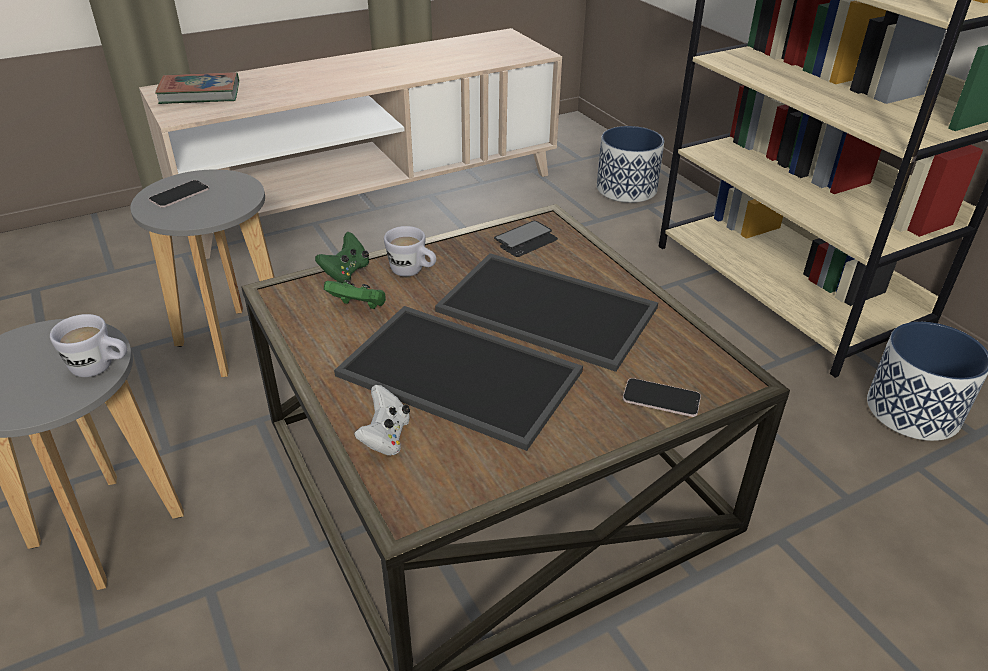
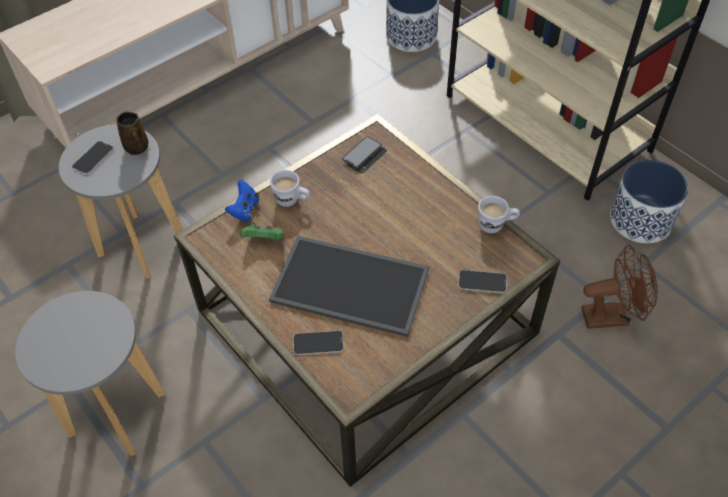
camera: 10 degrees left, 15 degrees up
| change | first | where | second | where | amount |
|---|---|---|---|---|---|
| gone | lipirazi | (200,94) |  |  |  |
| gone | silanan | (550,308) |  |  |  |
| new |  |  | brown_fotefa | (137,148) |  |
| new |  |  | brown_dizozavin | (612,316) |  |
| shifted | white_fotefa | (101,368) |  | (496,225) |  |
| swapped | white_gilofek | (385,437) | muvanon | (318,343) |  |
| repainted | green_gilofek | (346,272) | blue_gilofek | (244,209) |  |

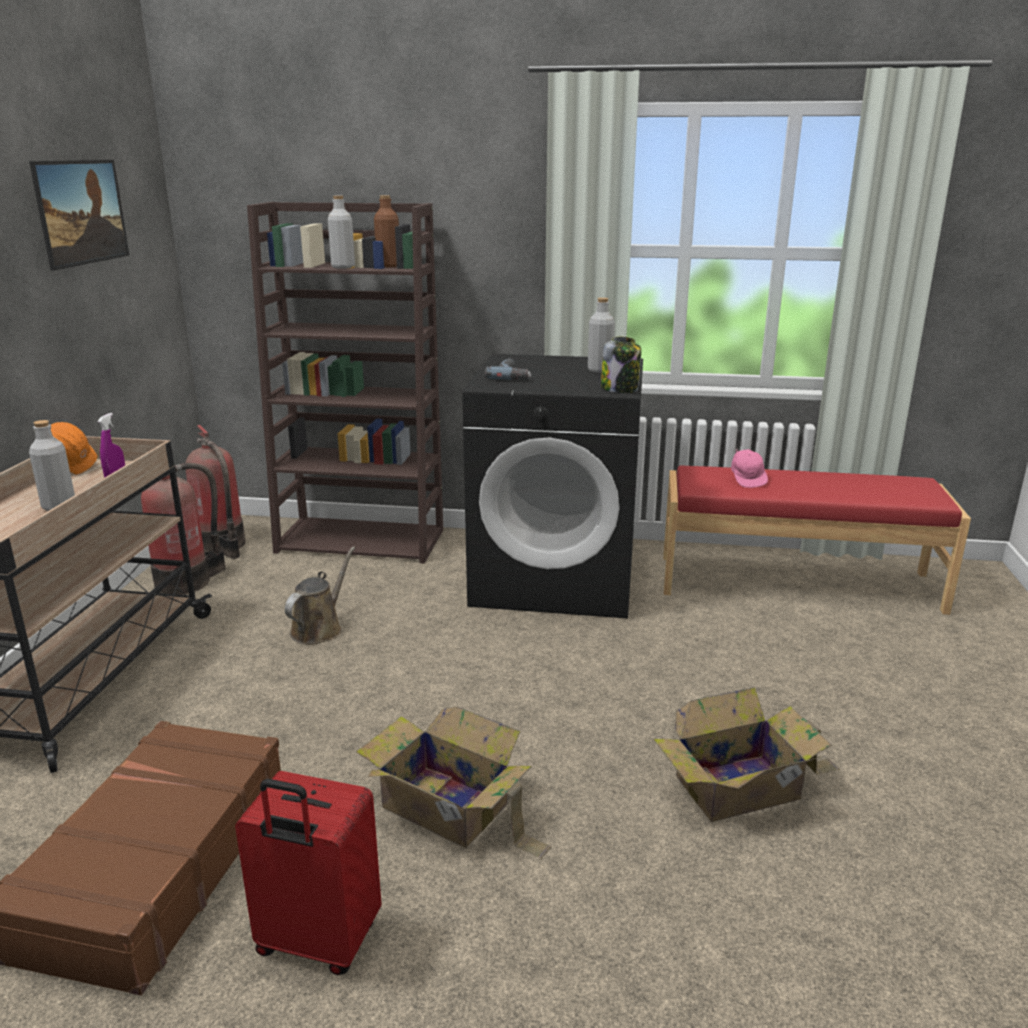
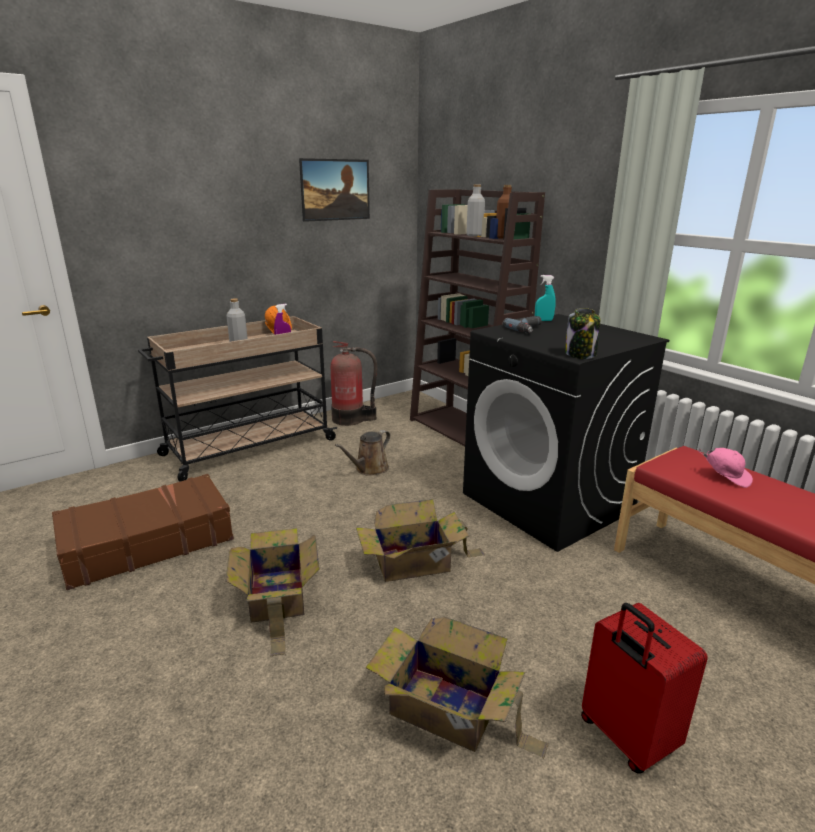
camera: 45 degrees right, 0 degrees up
| change | first | where | second | where | amount |
|---|---|---|---|---|---|
| gone | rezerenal | (222,546) |  |  |  |
| gone | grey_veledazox | (600,370) |  |  |  |
| new |  |  | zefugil | (416,563) |  |
| new |  |  | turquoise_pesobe | (543,320) |  |
| shifted | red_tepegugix | (317,942) |  | (625,737) |  |
| rotated | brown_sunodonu | (319,629) |  | (369,469) | 150 degrees clockwise |
| rotated | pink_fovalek | (747,480) |  | (726,477) | 90 degrees counterclockwise |

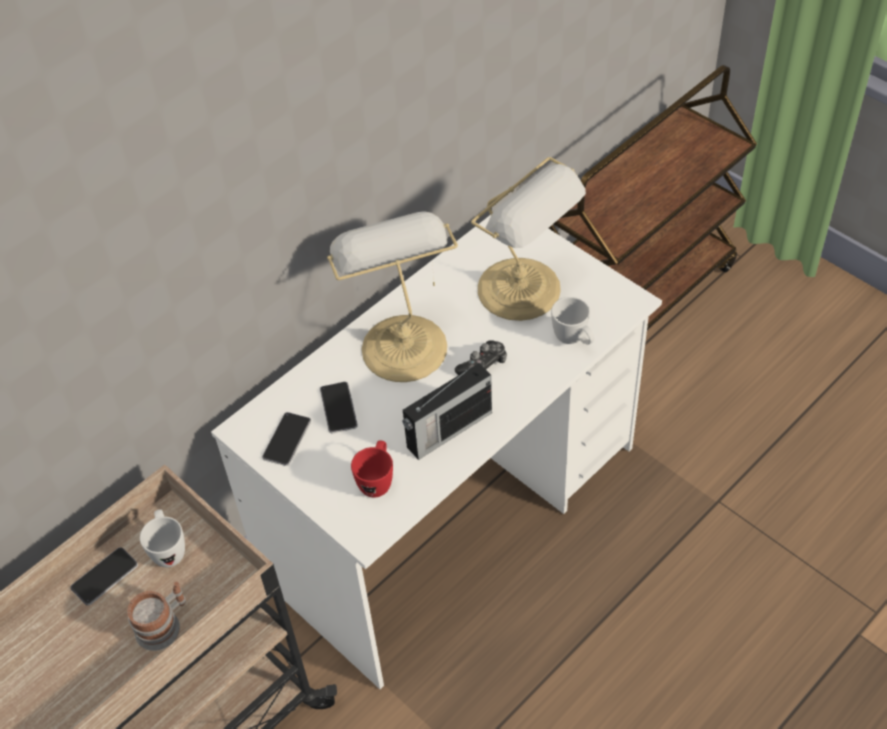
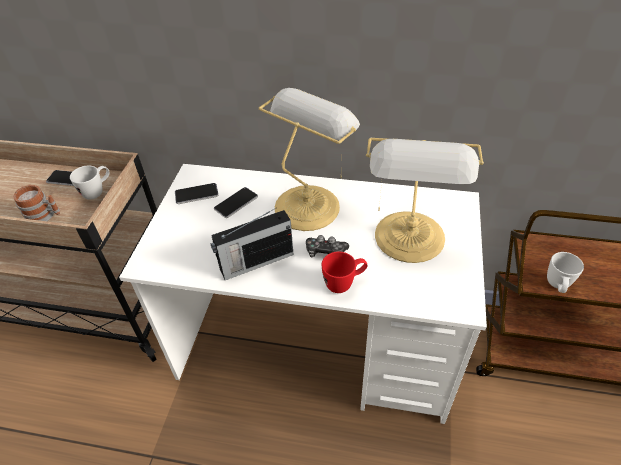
camera: 55 degrees right, 5 degrees down
| change | first | where | second | where | amount |
|---|---|---|---|---|---|
| shifted | red_fotefa | (377,480) |  | (344,283) |  |
| shifted | white_fotefa | (574,340) |  | (557,286) |  |
| rotated | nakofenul | (448,430) |  | (255,262) | 45 degrees counterclockwise |

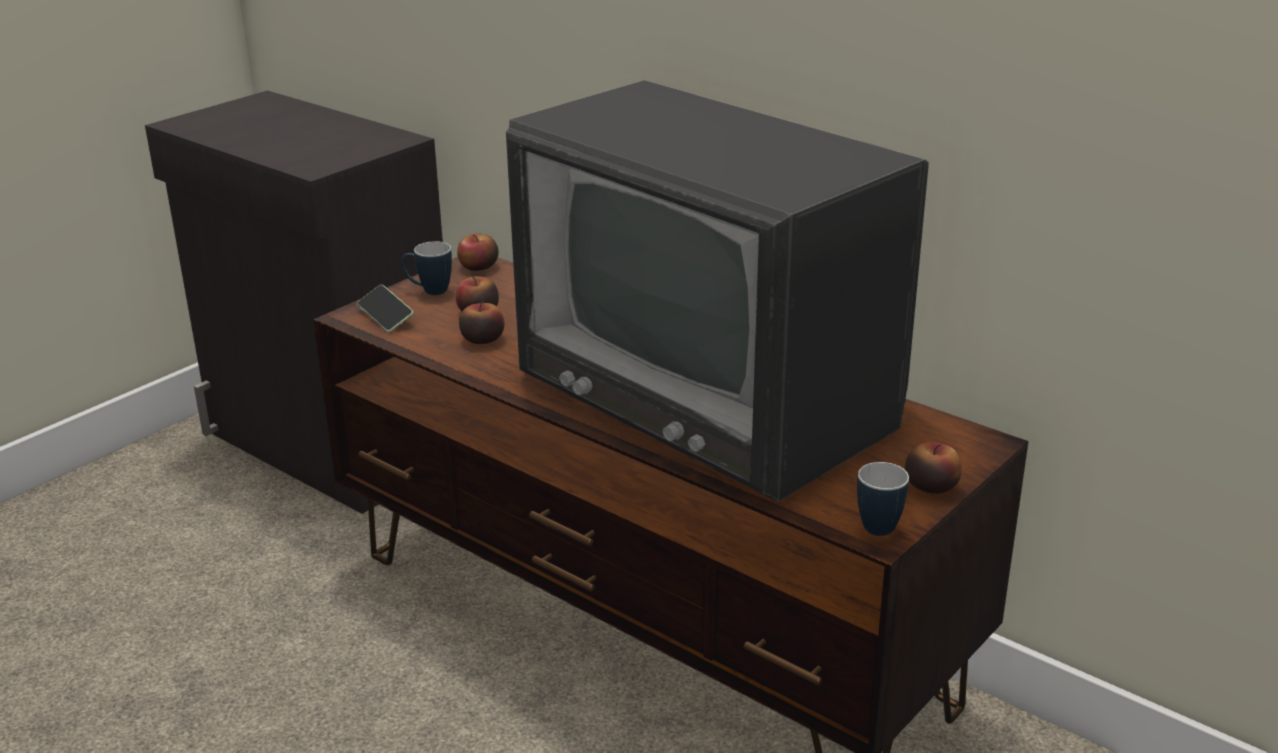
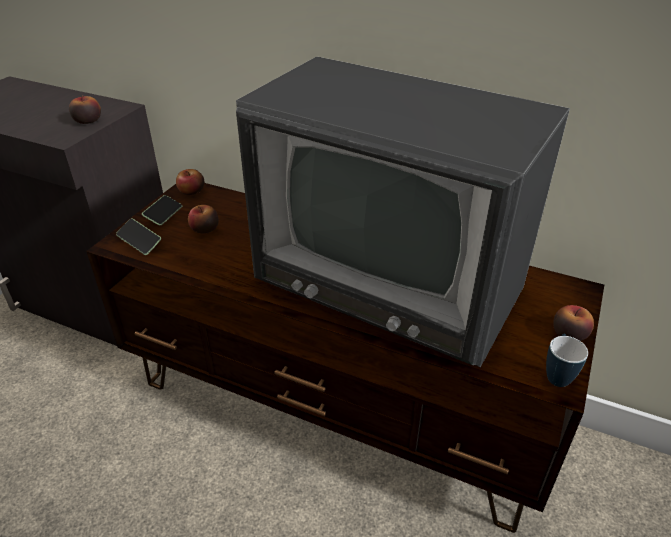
camera: 15 degrees left, 10 degrees up
| change | first | where | second | where | amount |
|---|---|---|---|---|---|
| shifted | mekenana | (482,339) |  | (87,121) |  |
| swapped | fotefa | (429,291) | muvanon | (163,215) |  |

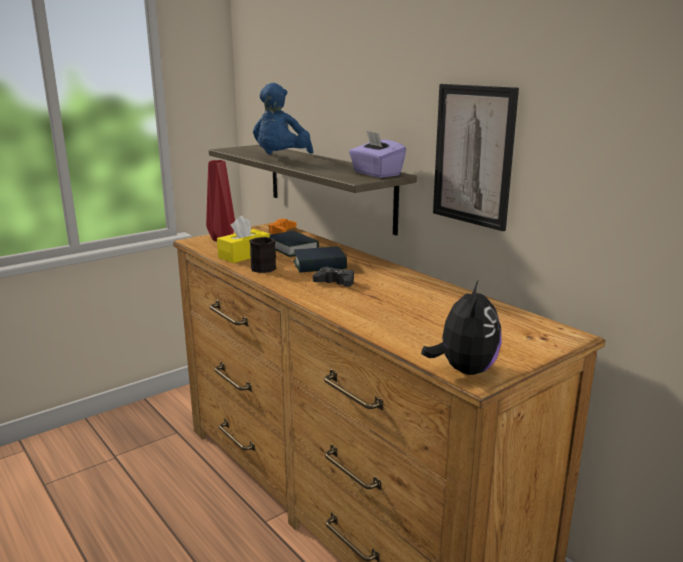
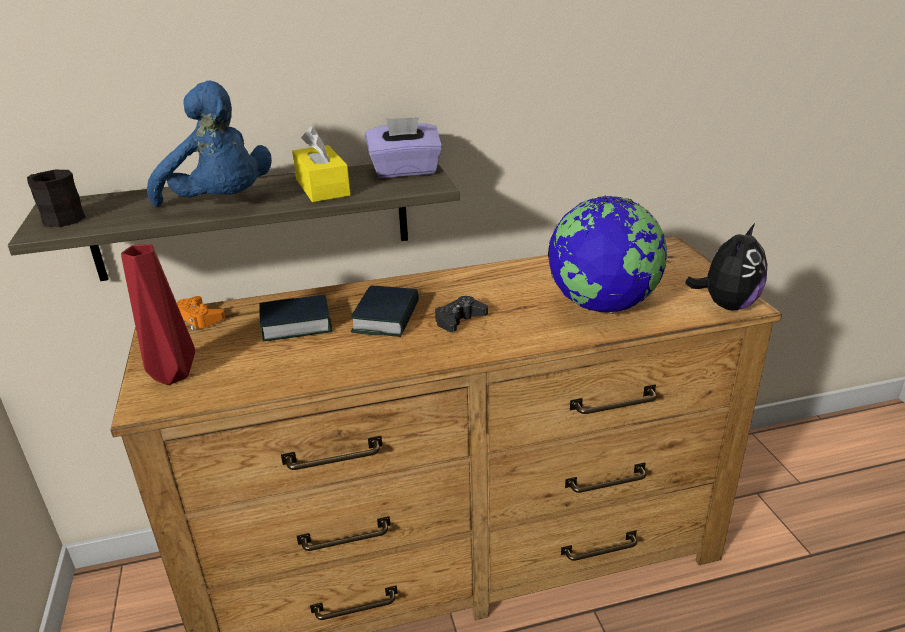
camera: 65 degrees left, 10 degrees up
| change | first | where | second | where | amount |
|---|---|---|---|---|---|
| gone | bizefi | (473,155) |  |  |  |
| new |  |  | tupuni | (603,305) |  |
| shifted | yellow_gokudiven | (244,255) |  | (322,188) |  |
| shifted | black_fotefa | (264,266) |  | (58,218) |  |
| rotated | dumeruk | (464,370) |  | (726,305) | 90 degrees clockwise |

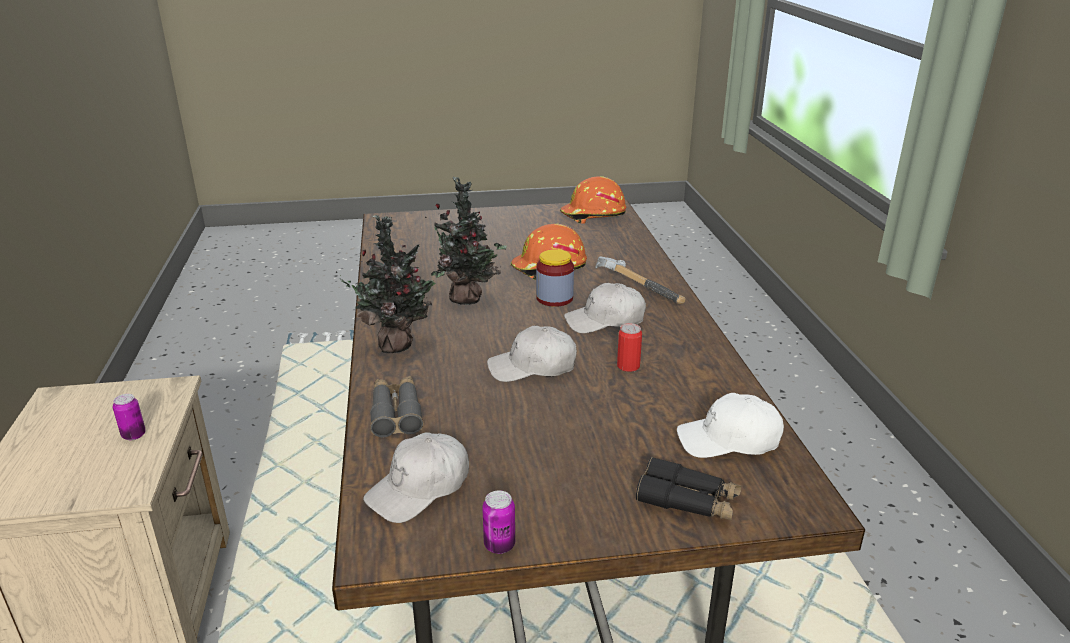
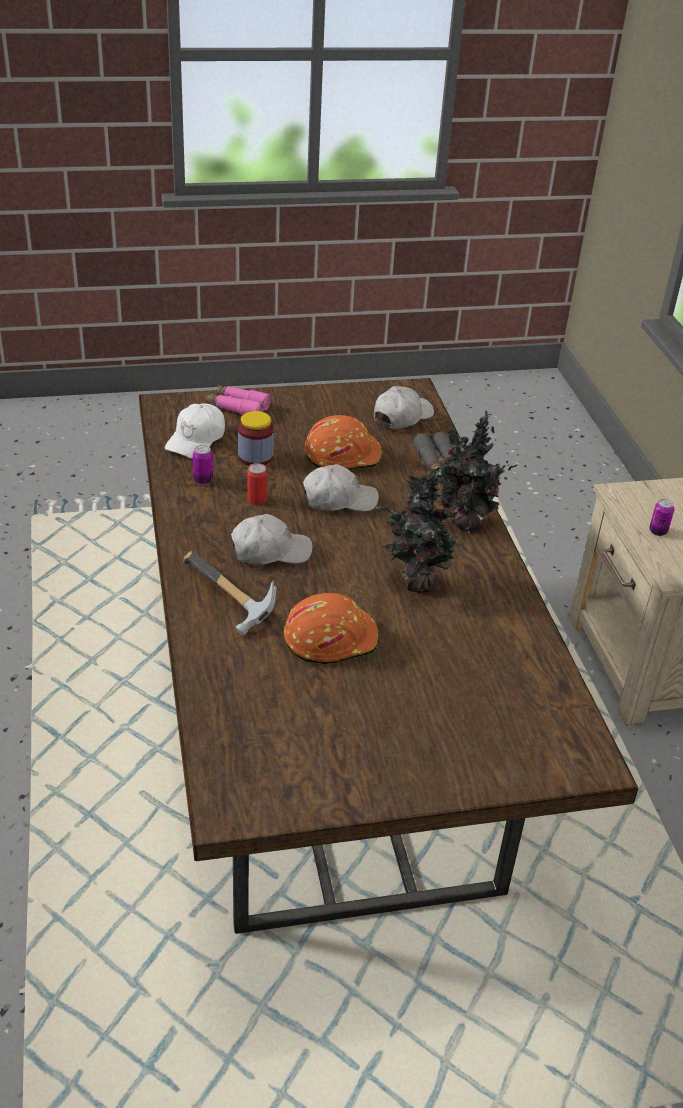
camera: 175 degrees right, 10 degrees up
| change | first | where | second | where | amount |
|---|---|---|---|---|---|
| shifted | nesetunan | (499,545) |  | (203,480) |  |
| shifted | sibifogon | (554,298) |  | (255,456) |  |
| shifted | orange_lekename | (593,215) |  | (342,454) |  |
| repainted | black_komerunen | (688,501) | pink_komerunen | (237,407) |  |
| rotated | white_fovalek | (729,440) |  | (196,440) | 120 degrees clockwise |

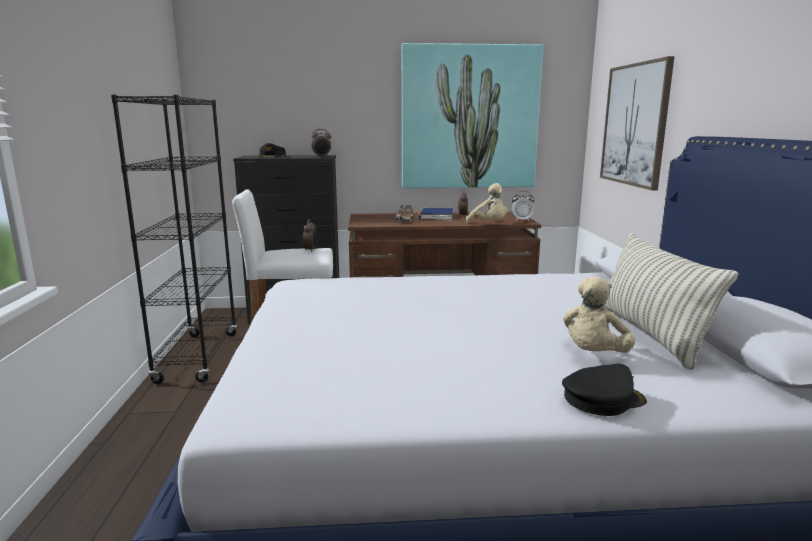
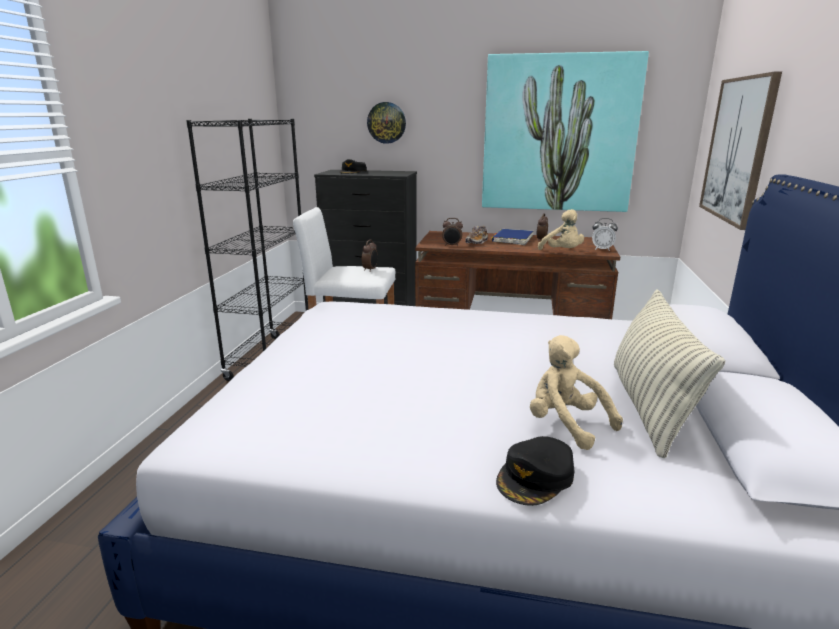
camera: 15 degrees right, 5 degrees up
| change | first | where | second | where | amount |
|---|---|---|---|---|---|
| new |  |  | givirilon | (386,123) |  |
| shifted | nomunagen | (321,156) |  | (452,246) |  |
| rotated | black_fovalek | (602,399) |  | (536,477) | 135 degrees clockwise |
| rotated | beige_dumeruk | (594,355) |  | (566,424) | 90 degrees clockwise |

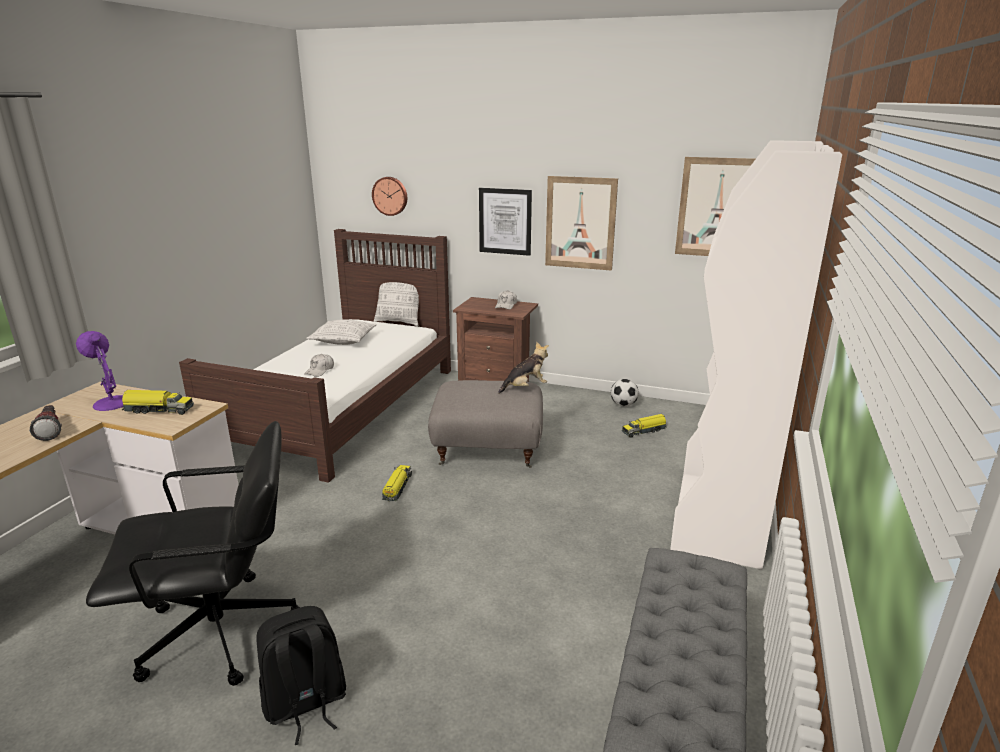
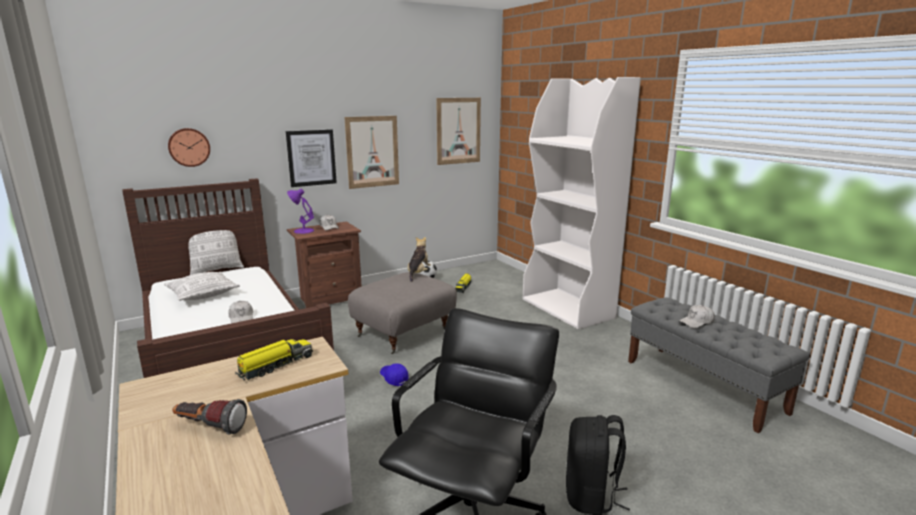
camera: 50 degrees left, 5 degrees down
| change | first | where | second | where | amount |
|---|---|---|---|---|---|
| new |  |  | white_fovalek | (697,322) |  |
| shifted | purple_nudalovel | (111,403) |  | (303,231) |  |
| swapped | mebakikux | (397,487) | blue_fovalek | (394,378) |  |

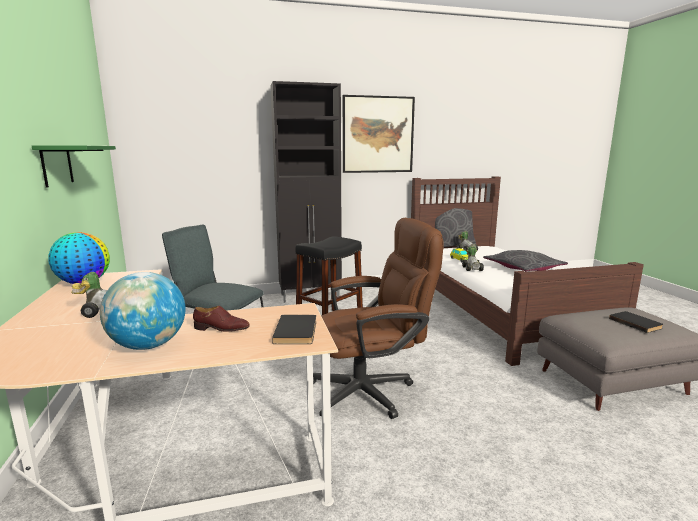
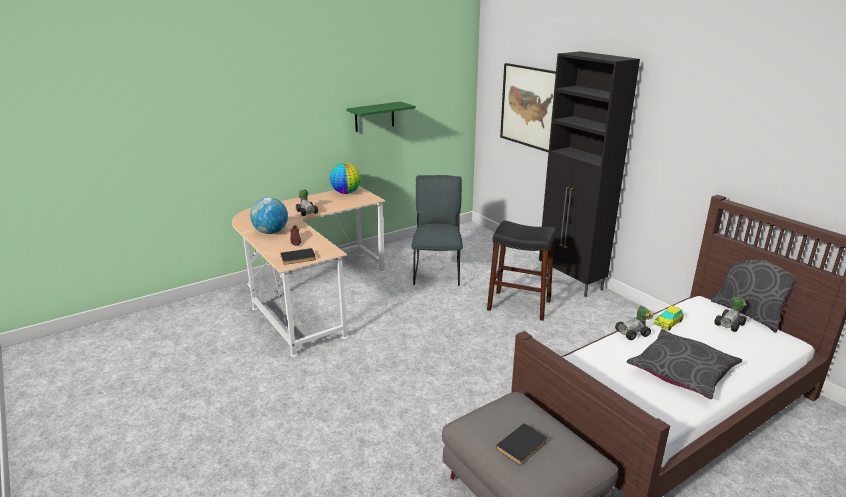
camera: 70 degrees right, 10 degrees up
| change | first | where | second | where | amount |
|---|---|---|---|---|---|
| gone | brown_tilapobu | (371,391) |  |  |  |
| shifted | bizefi | (378,135) |  | (530,107) |  |

